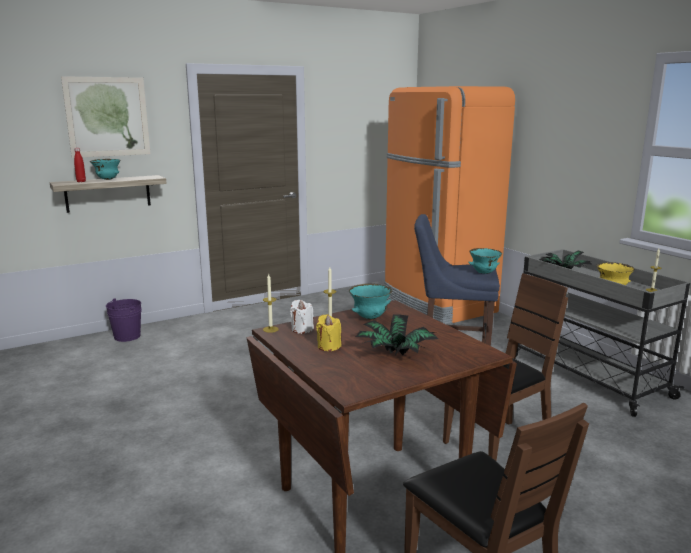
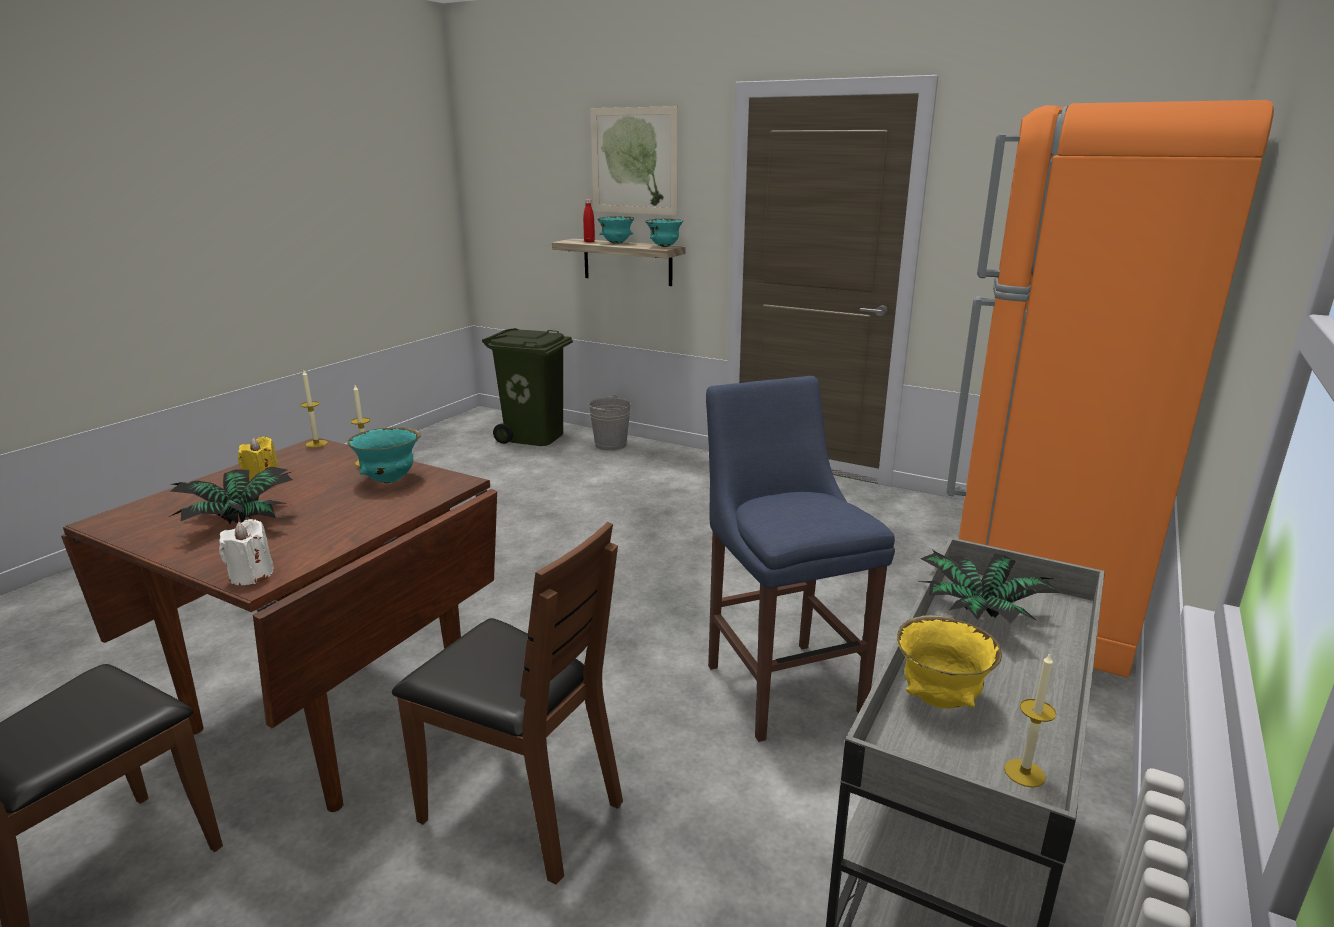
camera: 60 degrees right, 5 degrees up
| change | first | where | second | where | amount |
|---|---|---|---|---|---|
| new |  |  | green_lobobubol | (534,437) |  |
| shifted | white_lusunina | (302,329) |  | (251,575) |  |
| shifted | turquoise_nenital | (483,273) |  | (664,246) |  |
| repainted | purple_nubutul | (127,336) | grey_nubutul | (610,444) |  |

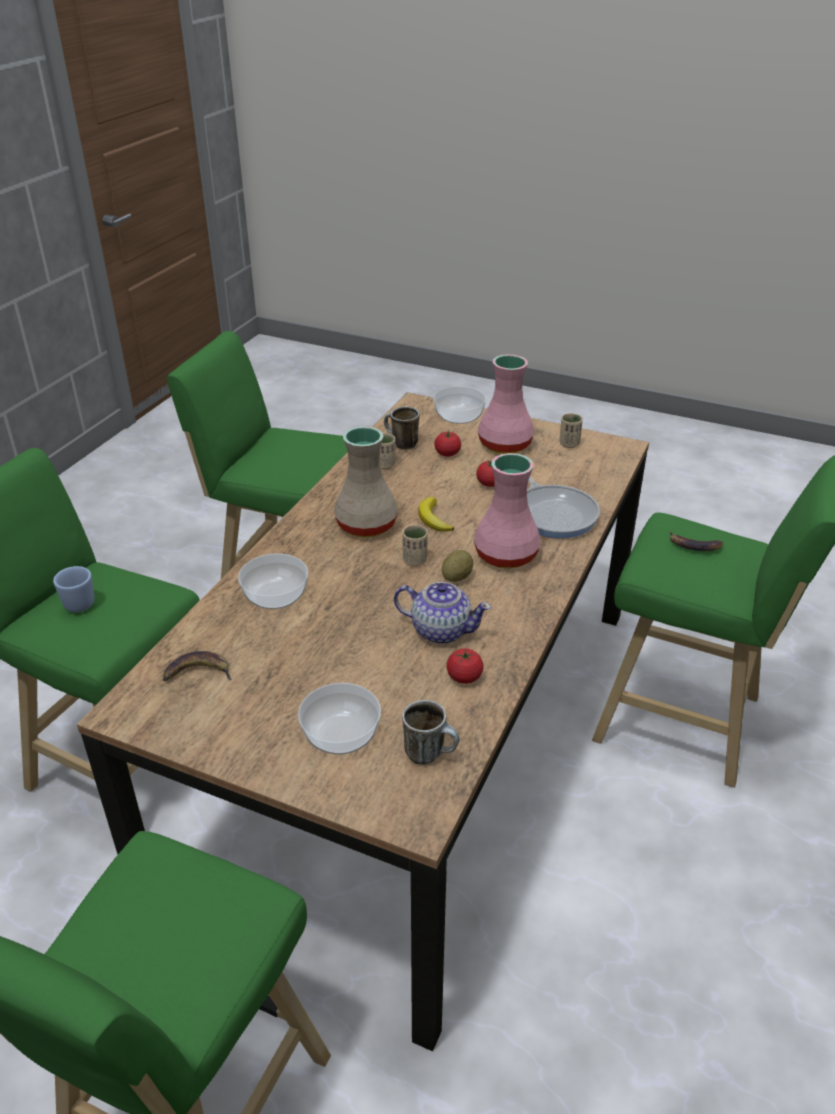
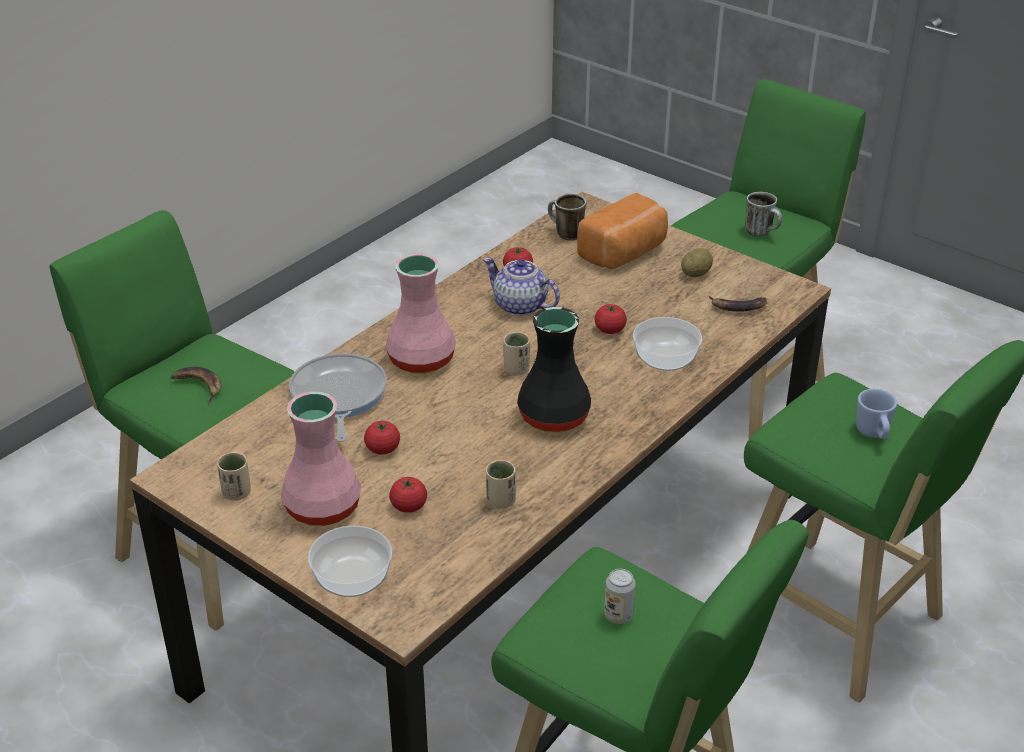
camera: 165 degrees left, 0 degrees up
| change | first | where | second | where | amount |
|---|---|---|---|---|---|
| gone | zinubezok | (433,519) |  |  |  |
| new |  |  | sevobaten | (610,330) |  |
| new |  |  | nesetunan | (618,615) |  |
| shifted | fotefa | (400,444) |  | (762,233) |  |
| shifted | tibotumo | (457,577) |  | (696,274) |  |
| swapped | nenital | (342,734) | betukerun | (625,253) |  |
| repainted | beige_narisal | (365,524) | black_narisal | (554,418) |  |

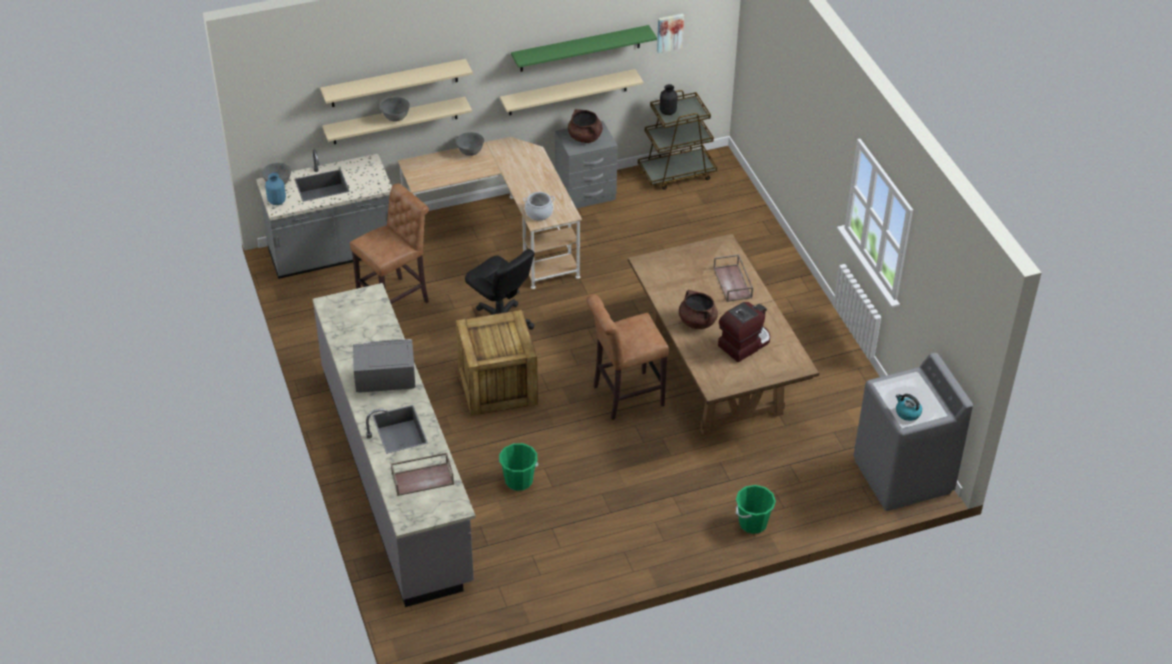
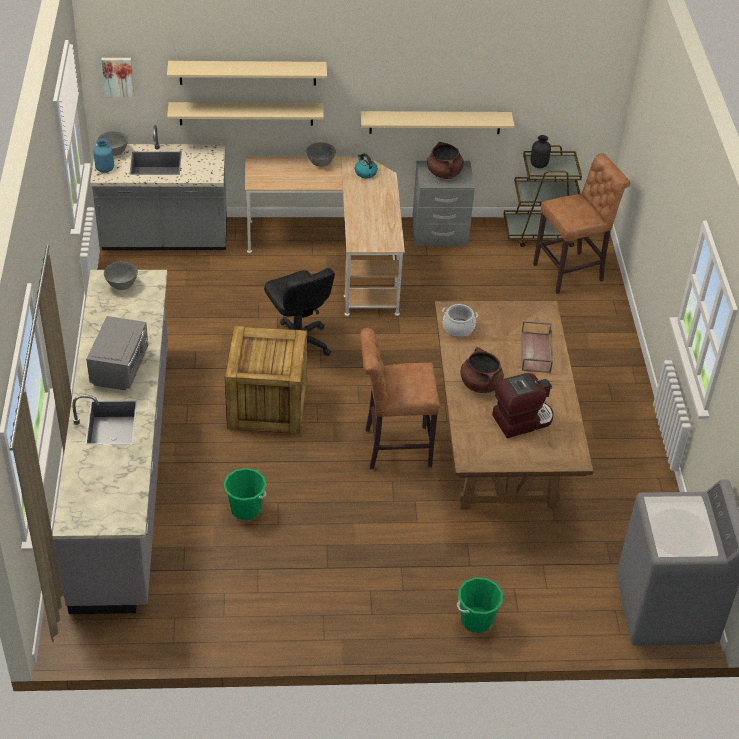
camera: 15 degrees right, 0 degrees up
| change | first | where | second | where | amount |
|---|---|---|---|---|---|
| gone | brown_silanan | (423,478) |  |  |  |
| gone | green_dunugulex | (580,48) |  |  |  |
| shifted | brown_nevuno | (396,300) |  | (571,272) |  |
| shifted | grey_nenital | (395,118) |  | (122,285) |  |
| shifted | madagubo | (539,213) |  | (458,328) |  |
| shifted | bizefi | (669,32) |  | (118,76) |  |
| shifted | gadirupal | (907,413) |  | (365,172) |  |
| rotated | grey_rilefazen | (384,380) |  | (121,368) | 90 degrees clockwise |

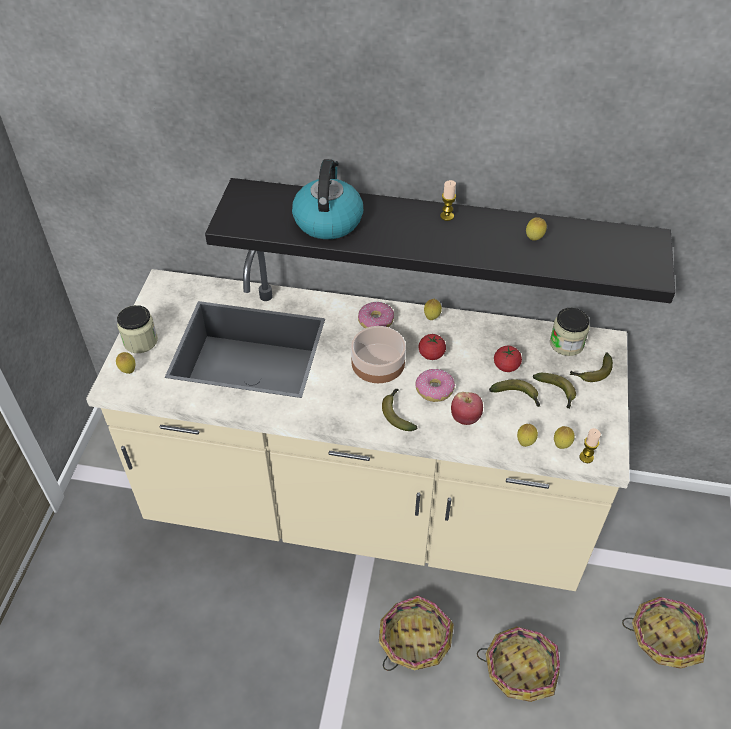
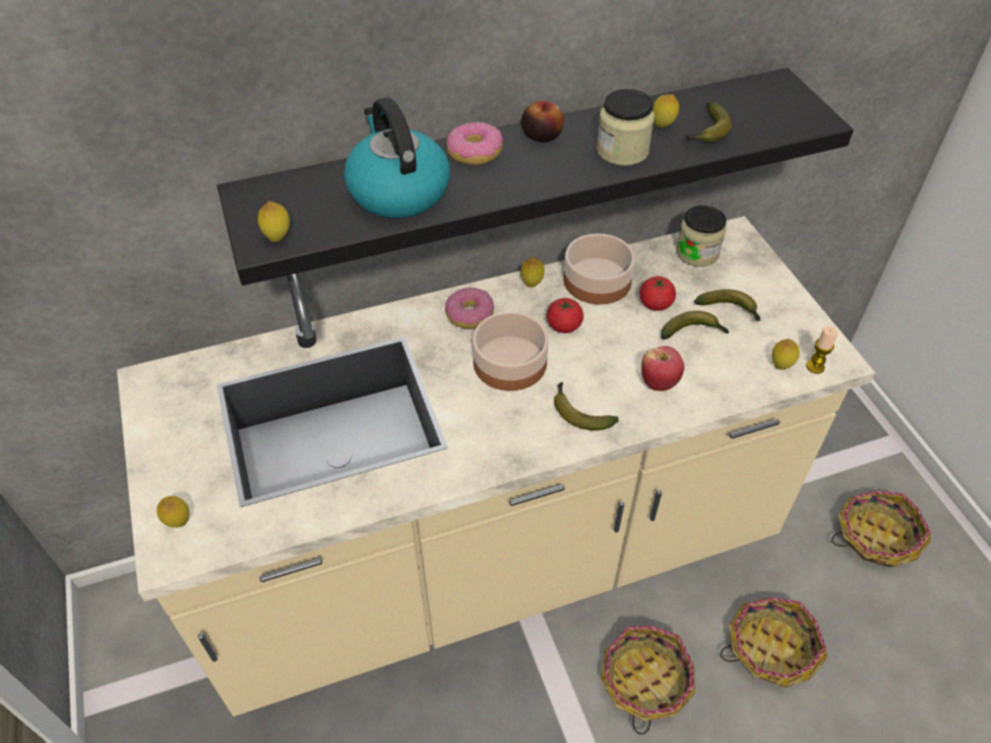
camera: 30 degrees left, 0 degrees up
| change | first | where | second | where | amount |
|---|---|---|---|---|---|
| new |  |  | nenital | (597,280) |  |
| shifted | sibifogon | (140,341) |  | (622,151) |  |
| shifted | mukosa | (434,389) |  | (475,152) |  |
| shifted | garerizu | (525,443) |  | (278,237) |  |
| shifted | zinubezok | (591,373) |  | (706,132) |  |
| swapped | lusunina | (447,216) | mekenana | (541,135) |  |

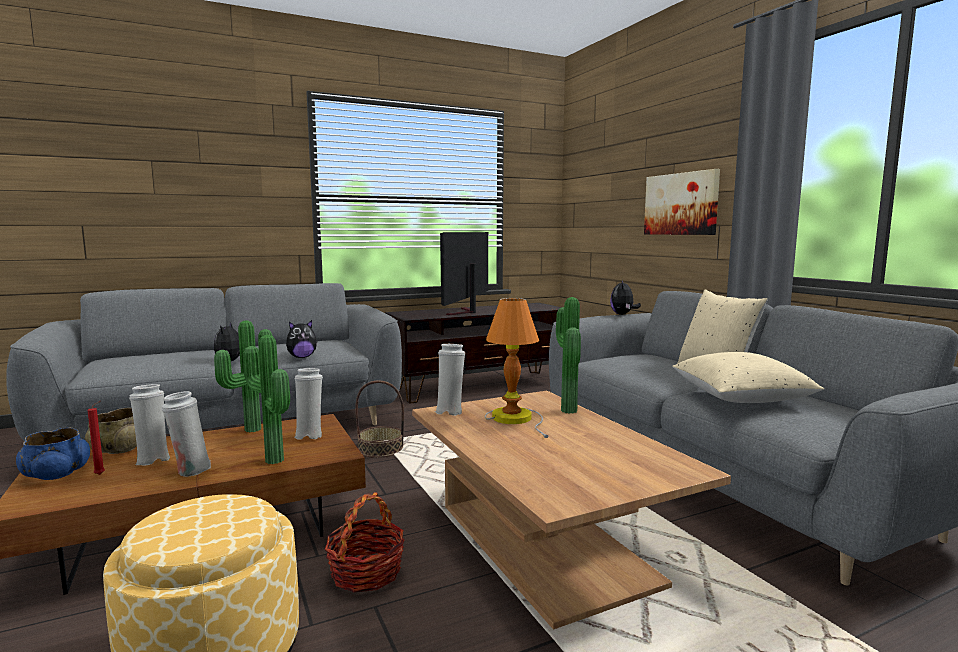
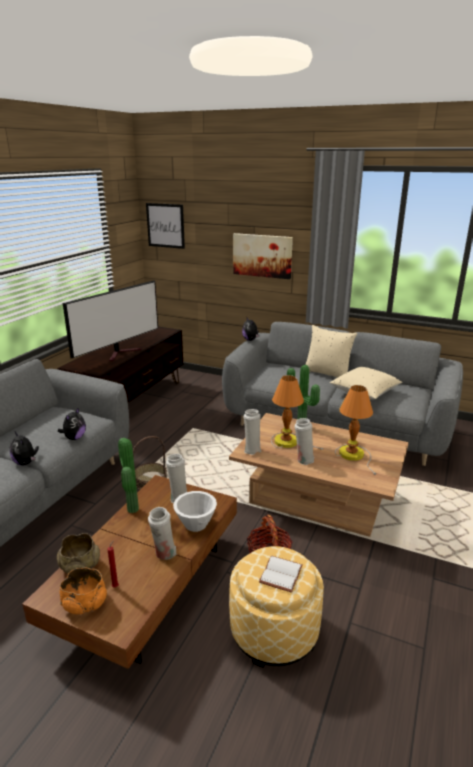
camera: 40 degrees left, 15 degrees up
| change | first | where | second | where | amount |
|---|---|---|---|---|---|
| new |  |  | bizefi | (165,225) |  |
| new |  |  | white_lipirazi | (280,573) |  |
| new |  |  | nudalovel | (354,455) |  |
| shifted | white_narisal | (152,460) |  | (303,460) |  |
| swapped | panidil | (271,461) | white_nenital | (195,524) |  |
| repainted | blue_nenital | (56,474) | orange_nenital | (85,603) |  |
| rotated | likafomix | (465,312) |  | (122,353) | 120 degrees counterclockwise |

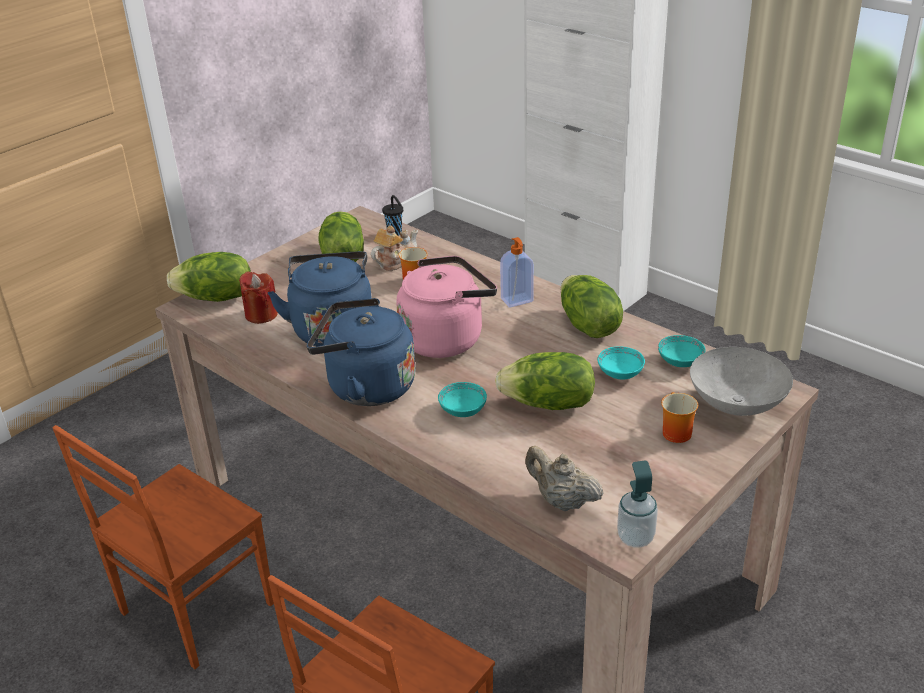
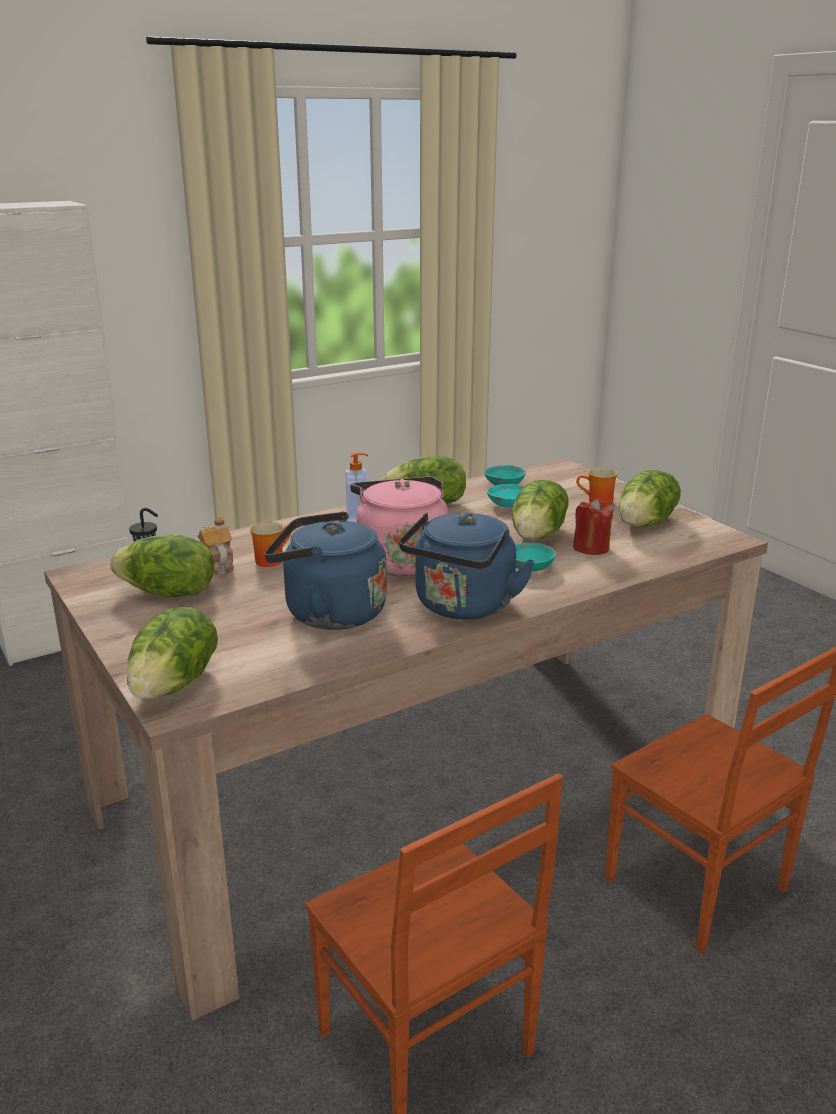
camera: 75 degrees left, 10 degrees down
| change | first | where | second | where | amount |
|---|---|---|---|---|---|
| gone | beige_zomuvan | (562,501) |  |  |  |
| gone | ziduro | (635,537) |  |  |  |
| gone | grey_nenital | (738,405) |  |  |  |
| new |  |  | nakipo | (646,523) |  |
| shifted | red_lusunina | (261,314) |  | (591,548) |  |

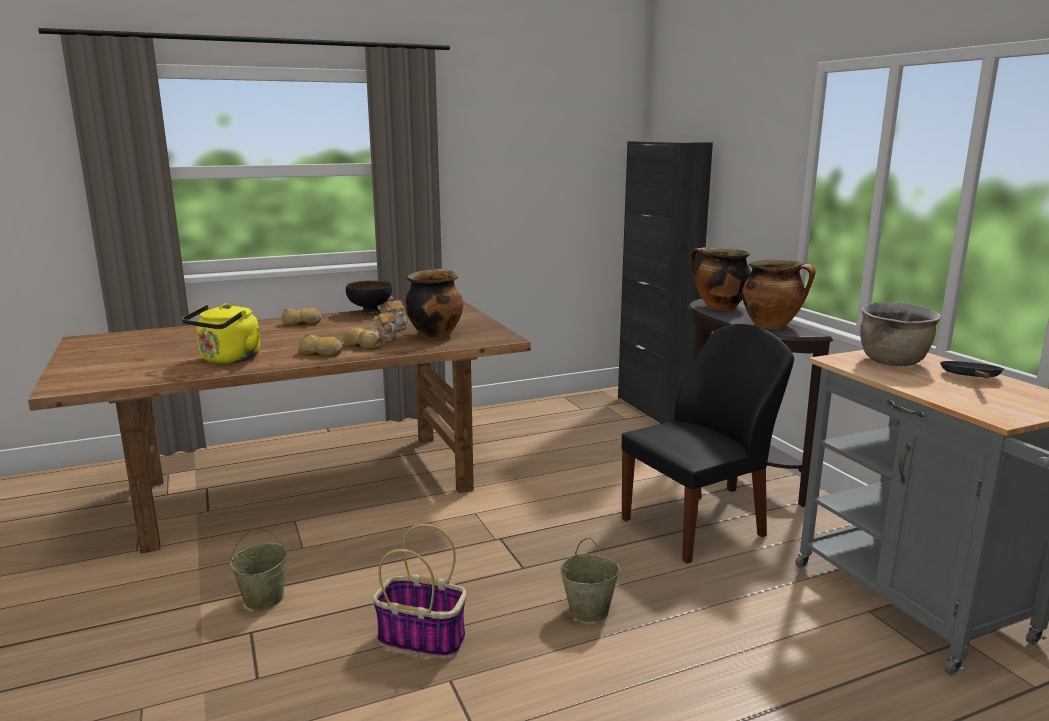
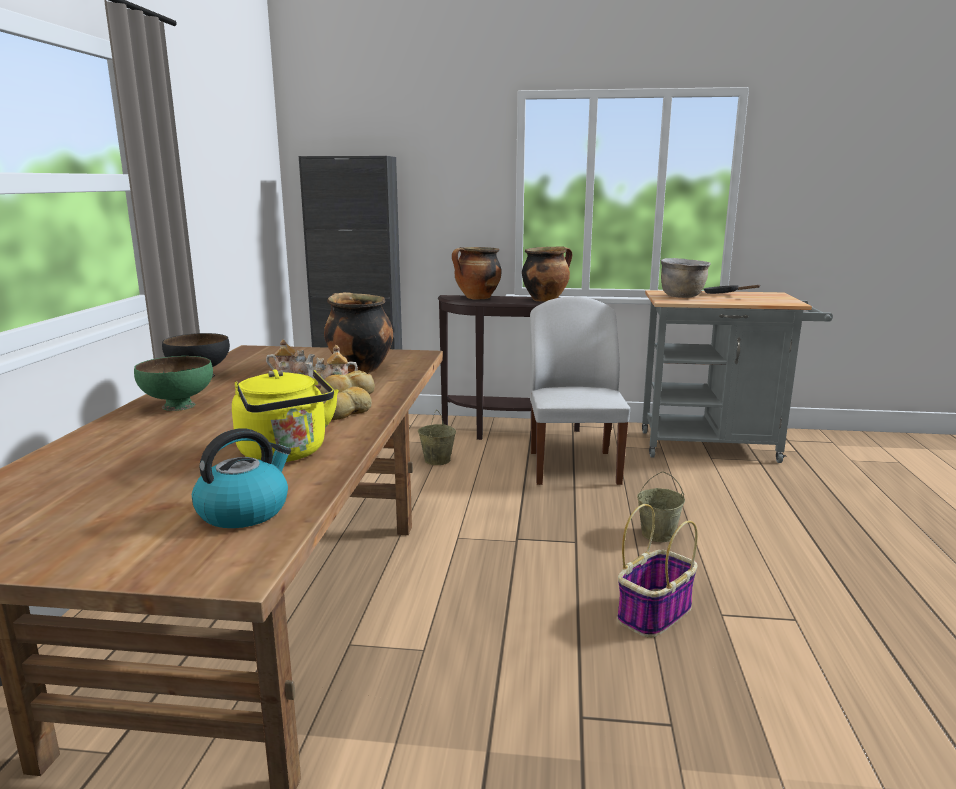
camera: 60 degrees left, 0 degrees up
| change | first | where | second | where | amount |
|---|---|---|---|---|---|
| new |  |  | gadirupal | (244,511) |  |
| shifted | beige_nubutul | (264,598) |  | (436,460) |  |
| swapped | betukerun | (302,323) | green_nenital | (178,406) |  |
| repainted | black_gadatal | (696,527) | white_gadatal | (573,466) |  |

